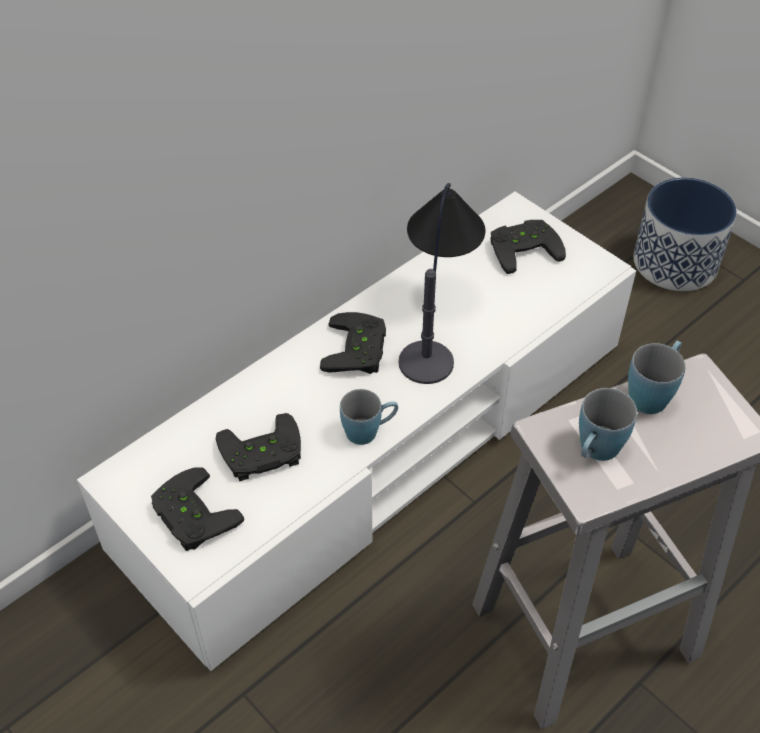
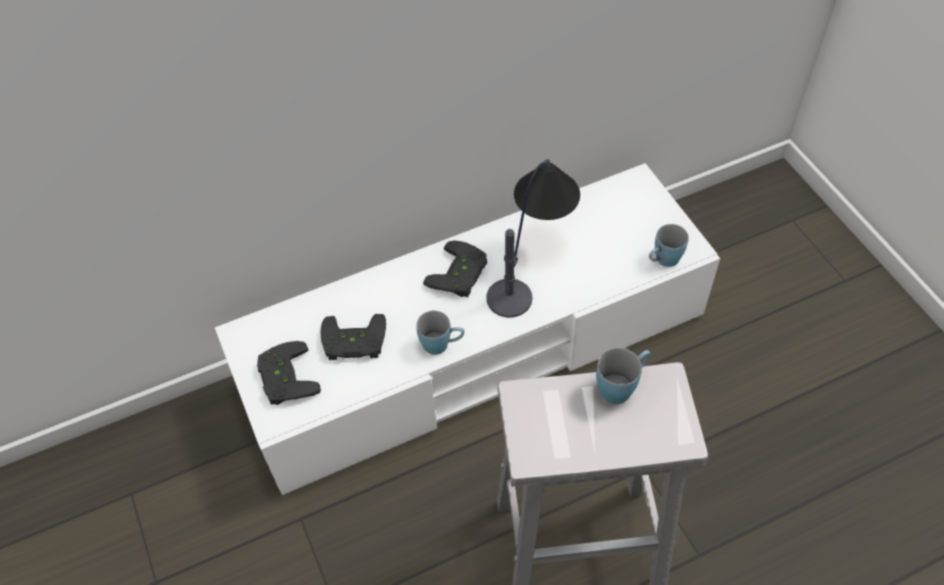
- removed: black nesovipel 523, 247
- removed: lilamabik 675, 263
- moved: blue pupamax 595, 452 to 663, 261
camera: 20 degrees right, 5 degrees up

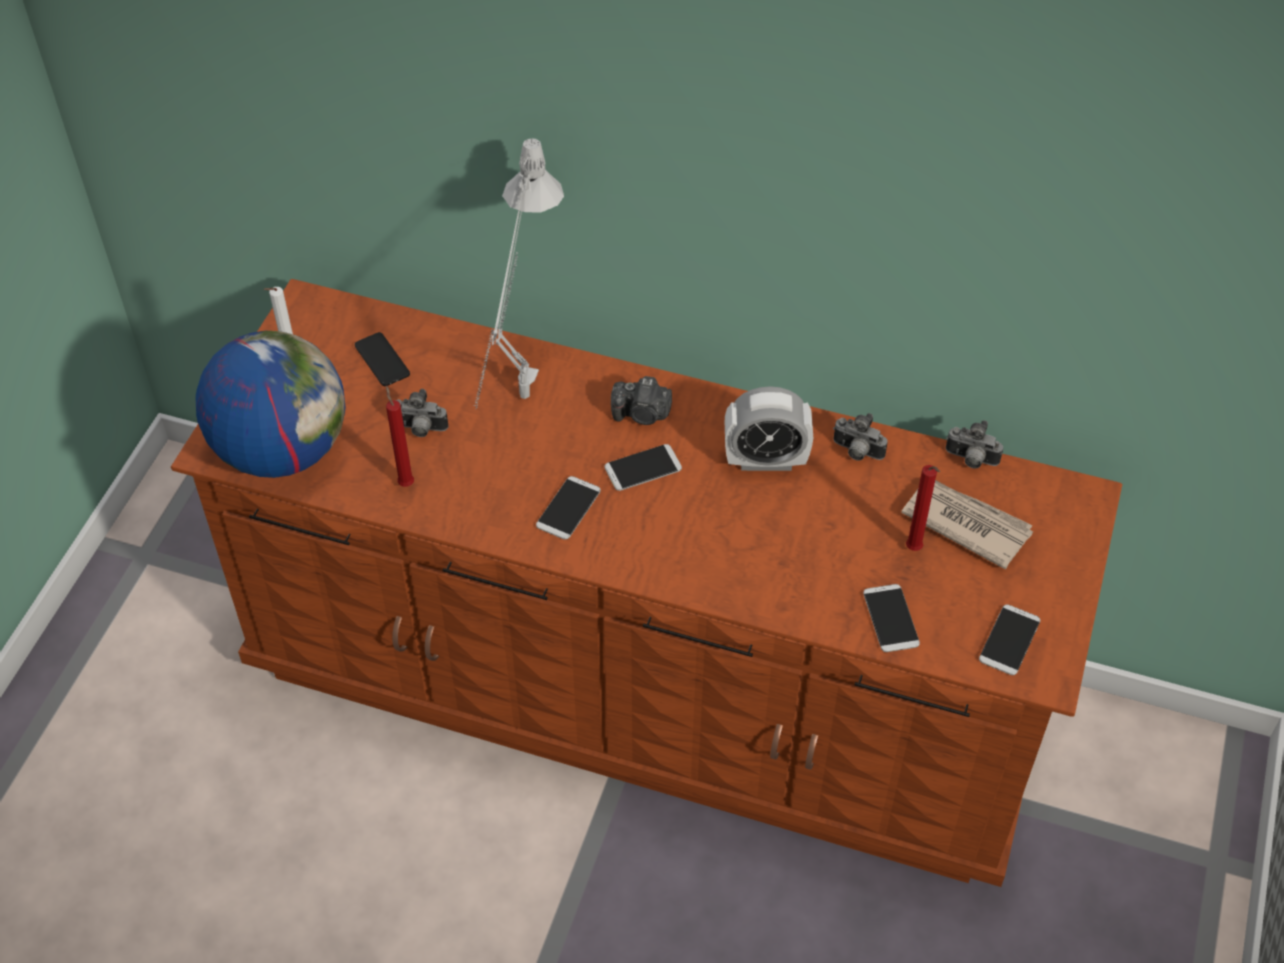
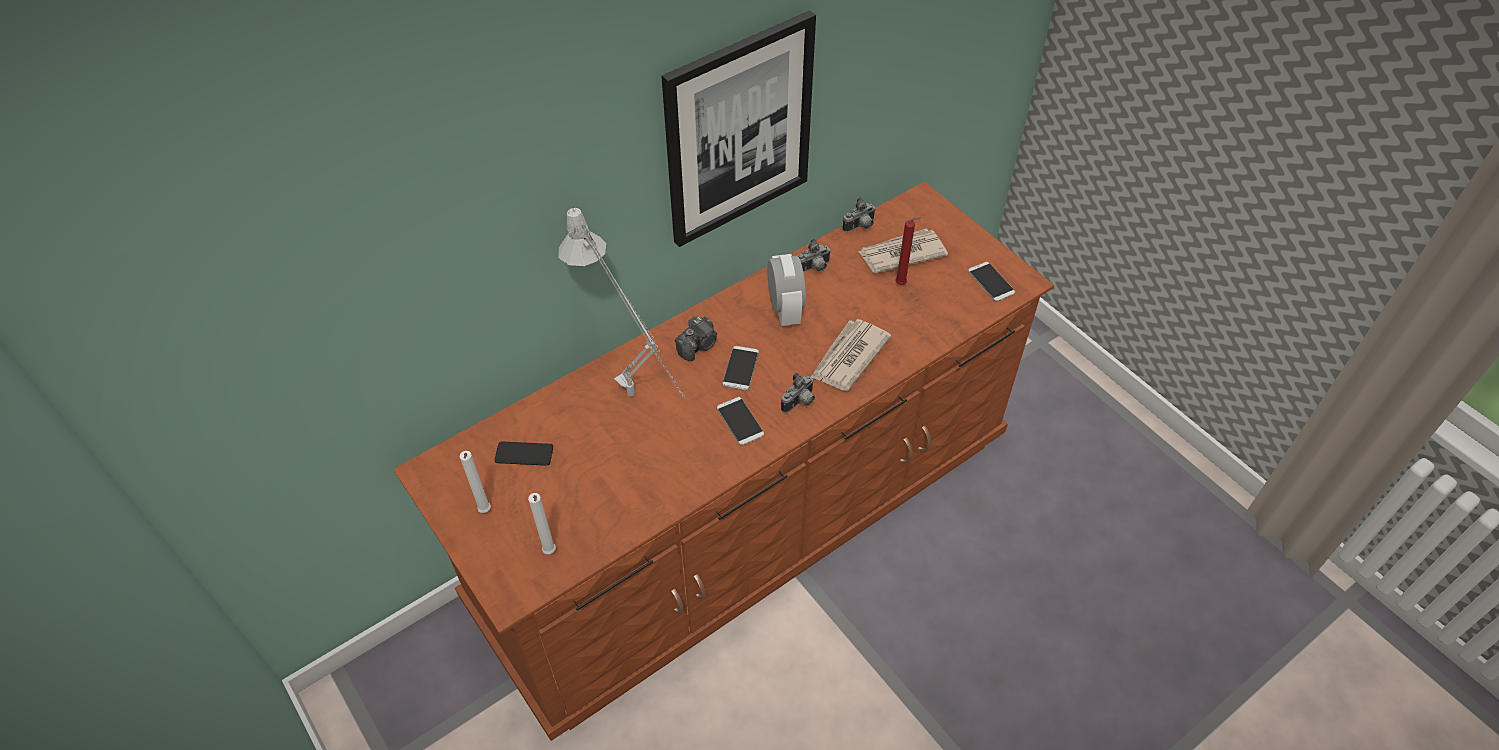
- removed: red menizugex 405, 482
- removed: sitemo 890, 618
- added: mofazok 738, 131
- added: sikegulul 848, 357
- moved: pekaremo 420, 429 to 800, 402
- replaced: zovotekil 282, 450 to white menizugex 550, 553
- turned: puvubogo 765, 460 = 785, 310 45 degrees counterclockwise
camera: 55 degrees left, 0 degrees up

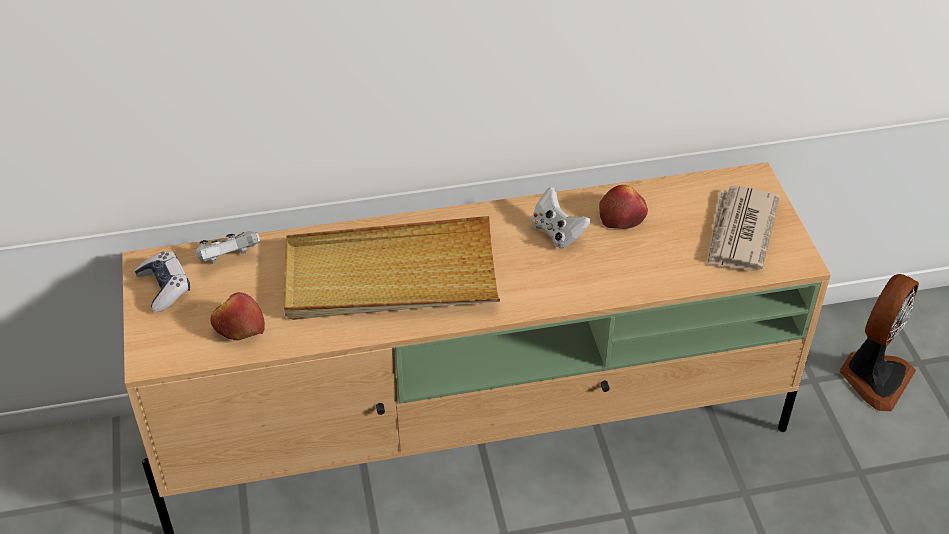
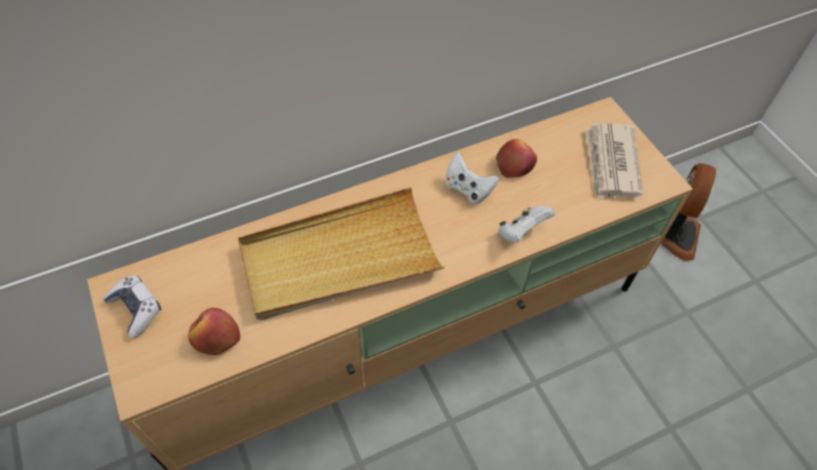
- moved: white nesovipel 229, 259 to 521, 232
camera: 15 degrees left, 10 degrees up

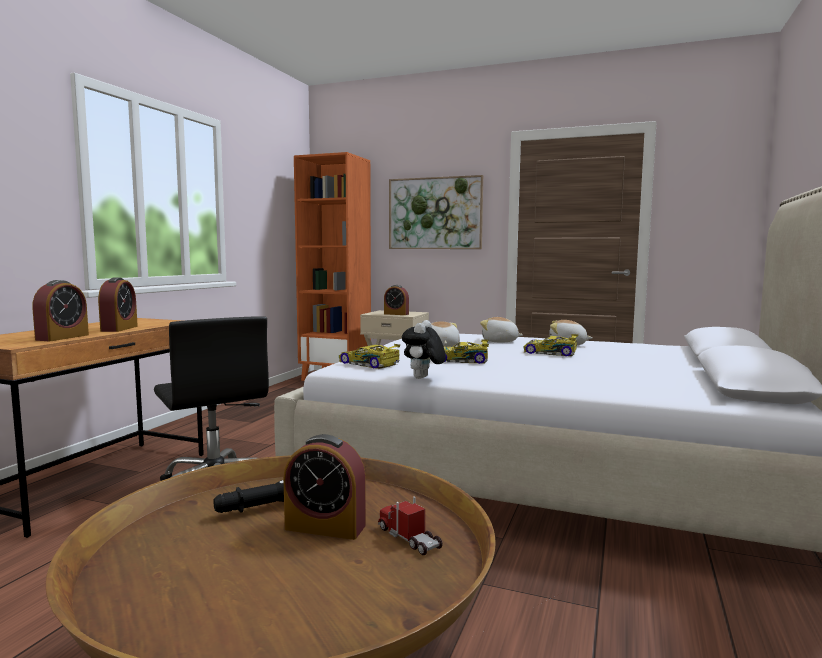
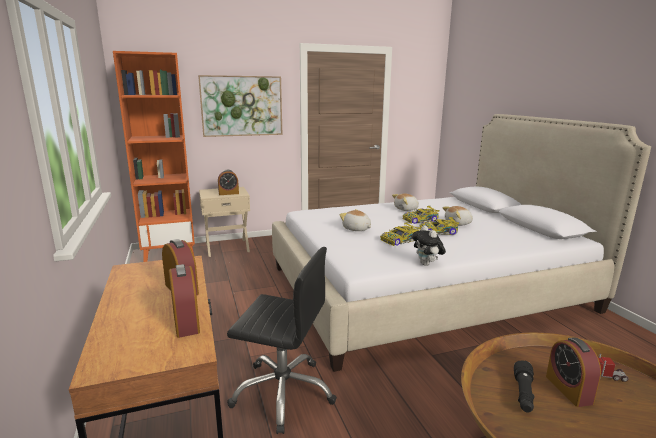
- moved: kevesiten 370, 364 to 438, 232
- moved: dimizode 500, 341 to 458, 223
- turned: puvubogo 325, 527 = 568, 389 105 degrees clockwise
camera: 40 degrees left, 10 degrees up

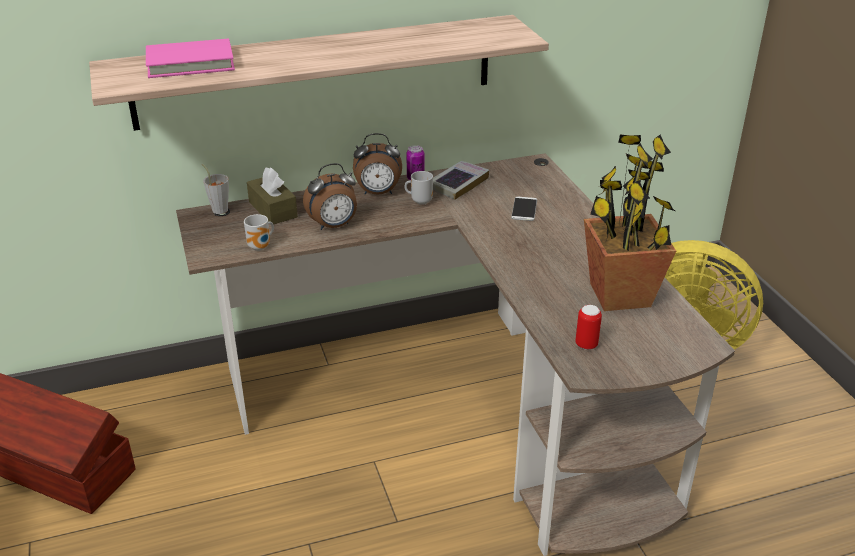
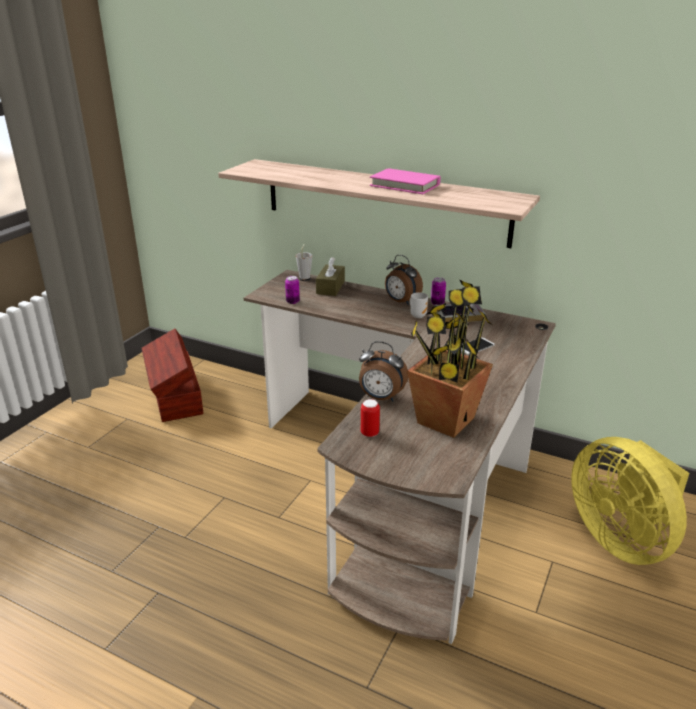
- moved: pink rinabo 190, 63 to 405, 185
- moved: puvubogo 333, 226 to 380, 398
- replaced: pupamax 261, 247 to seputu 292, 301
camera: 45 degrees right, 5 degrees down

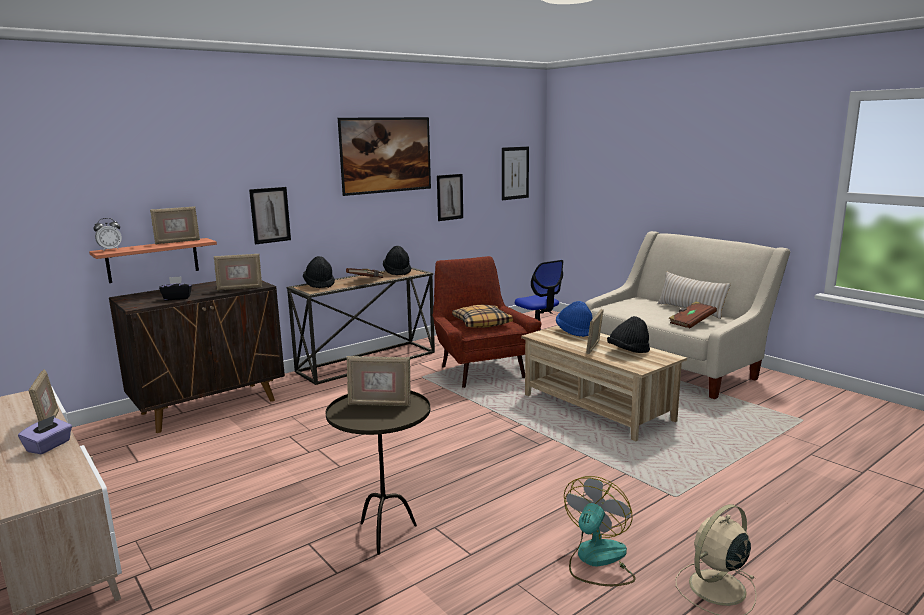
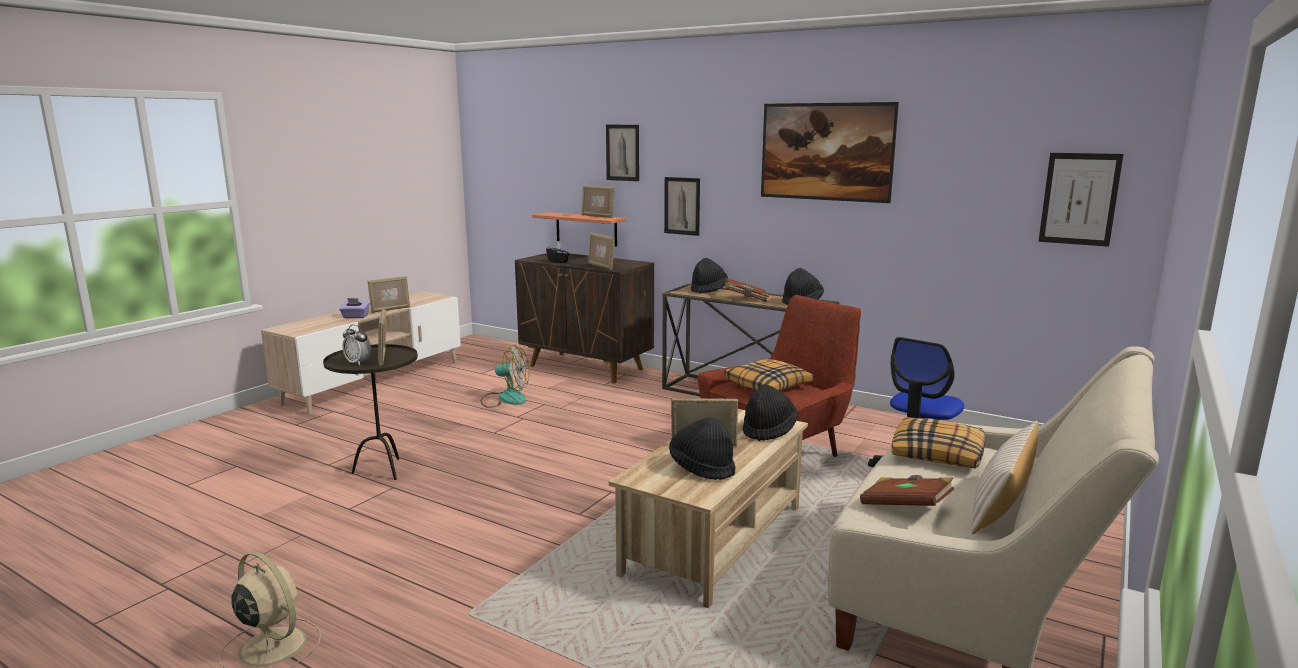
- added: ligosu 938, 454
- moved: puvubogo 110, 249 to 358, 363
- moved: mofazok 449, 197 to 622, 152
- moved: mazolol 597, 560 to 505, 398
- recoloured: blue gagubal 574, 331 to black gagubal 769, 430
camera: 70 degrees right, 0 degrees up

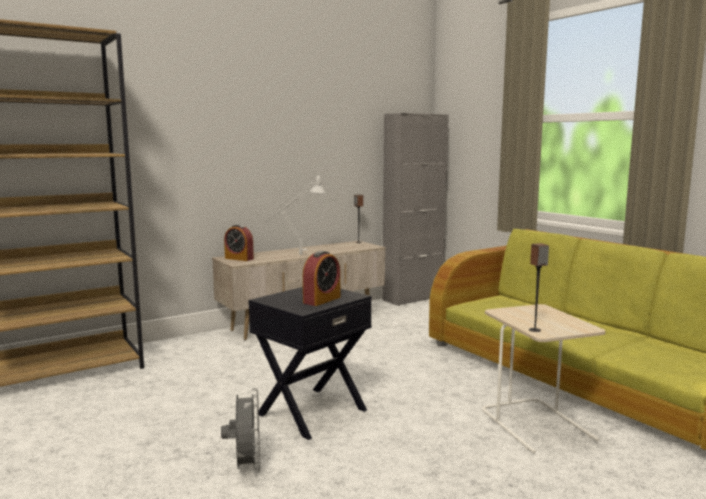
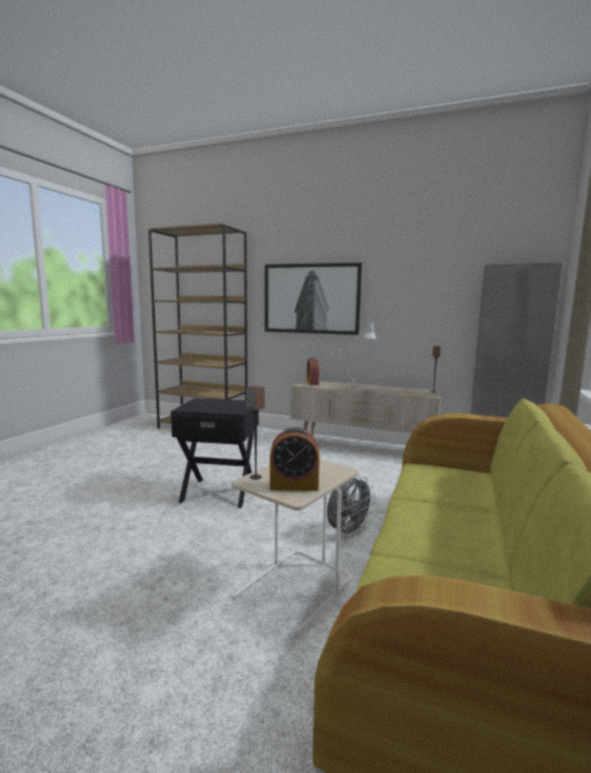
- added: mofazok 311, 298
- moved: grey mazolol 246, 467 to 348, 532
- moved: puvubogo 322, 300 to 294, 486
camera: 55 degrees right, 0 degrees up

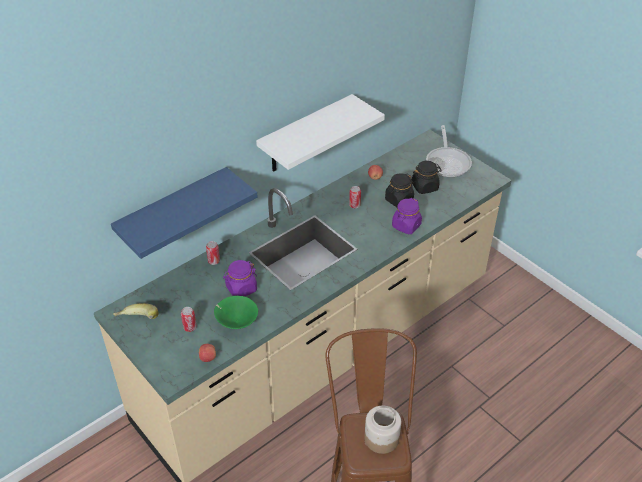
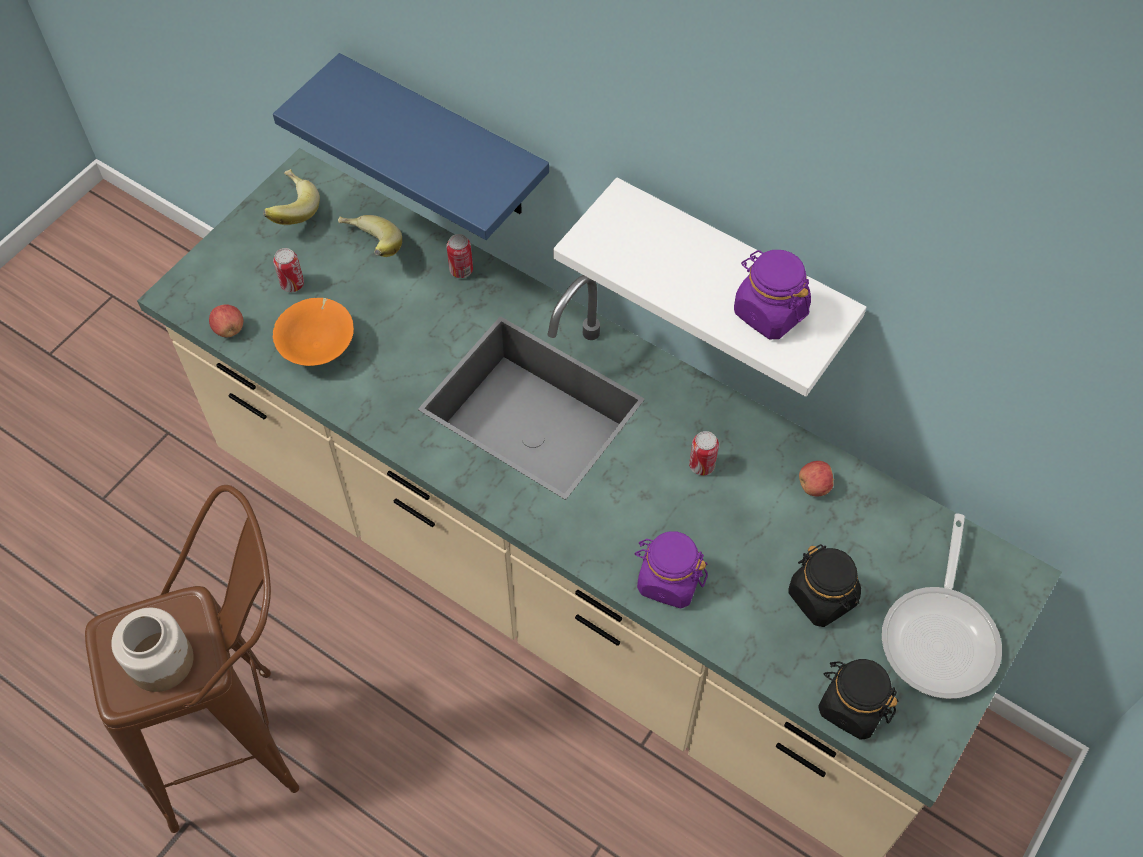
- added: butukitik 369, 249
- moved: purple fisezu 241, 289 to 769, 312
- moved: black fisezu 399, 200 to 852, 706
- recoloured: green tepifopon 236, 322 to orange tepifopon 319, 346
- turned: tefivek 448, 162 = 941, 635 60 degrees counterclockwise
camera: 75 degrees right, 15 degrees up

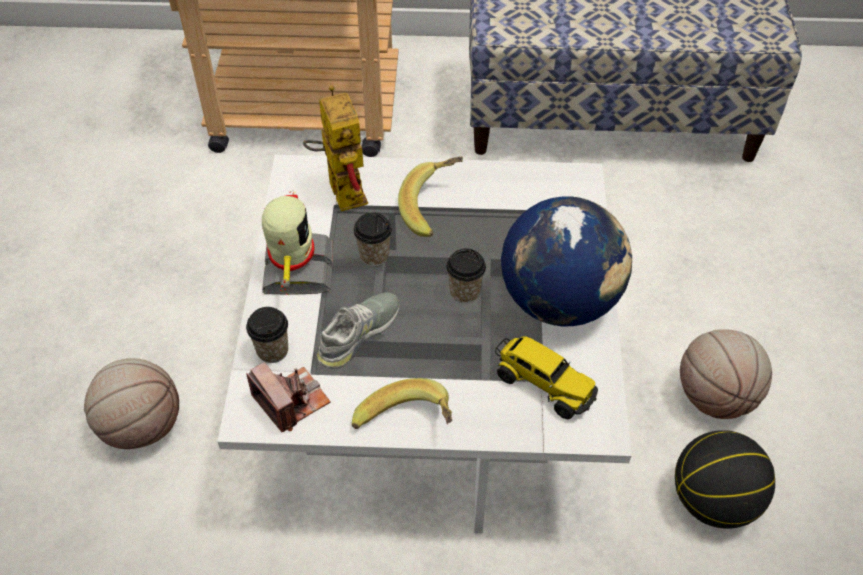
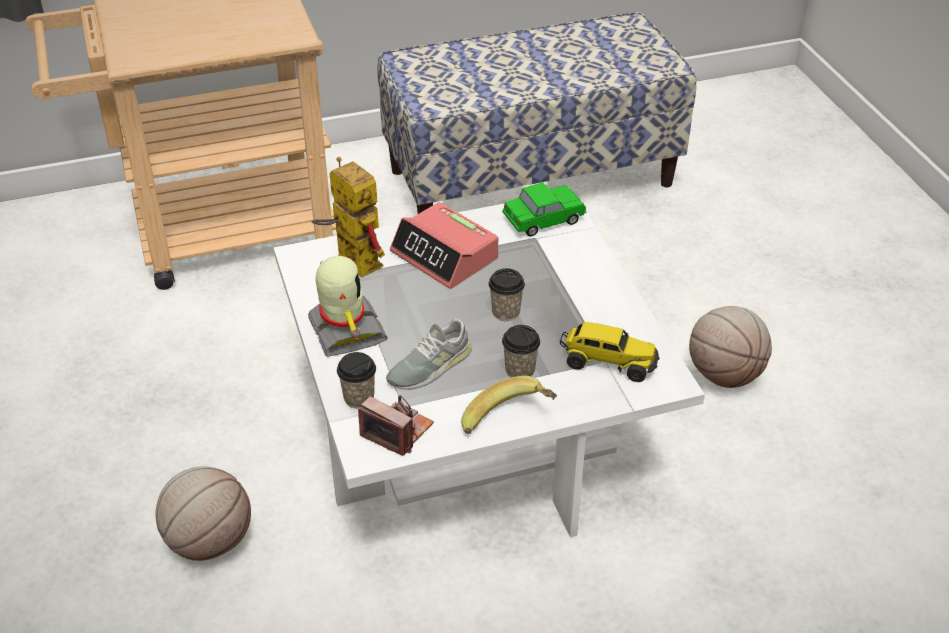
- removed: zovotekil 560, 301
- removed: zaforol 714, 501
- added: kevesiten 544, 220
- moved: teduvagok 374, 256 to 520, 370
- replaced: butukitik 434, 208 to puvubogo 445, 256
- turned: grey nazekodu 359, 334 = 430, 366 150 degrees counterclockwise
camera: 20 degrees left, 10 degrees down

